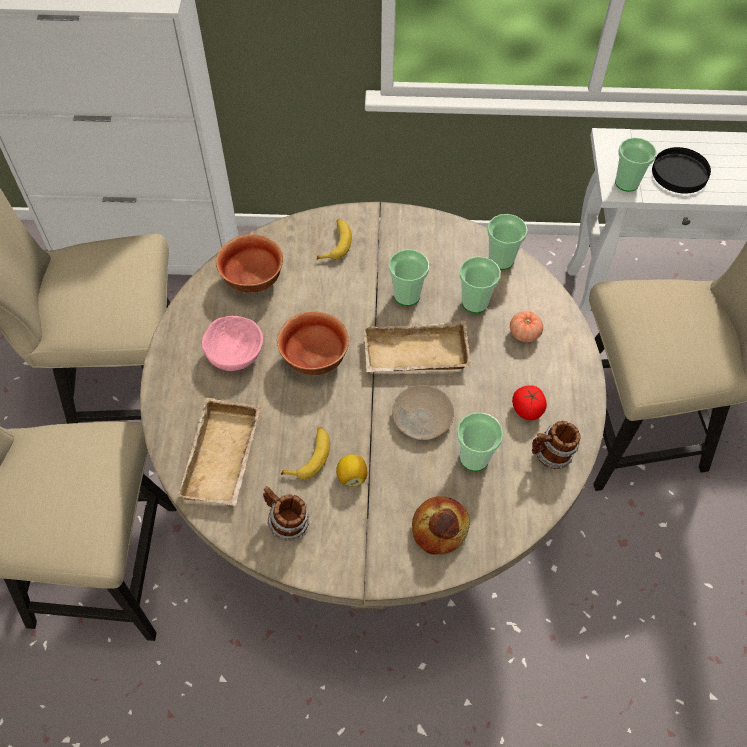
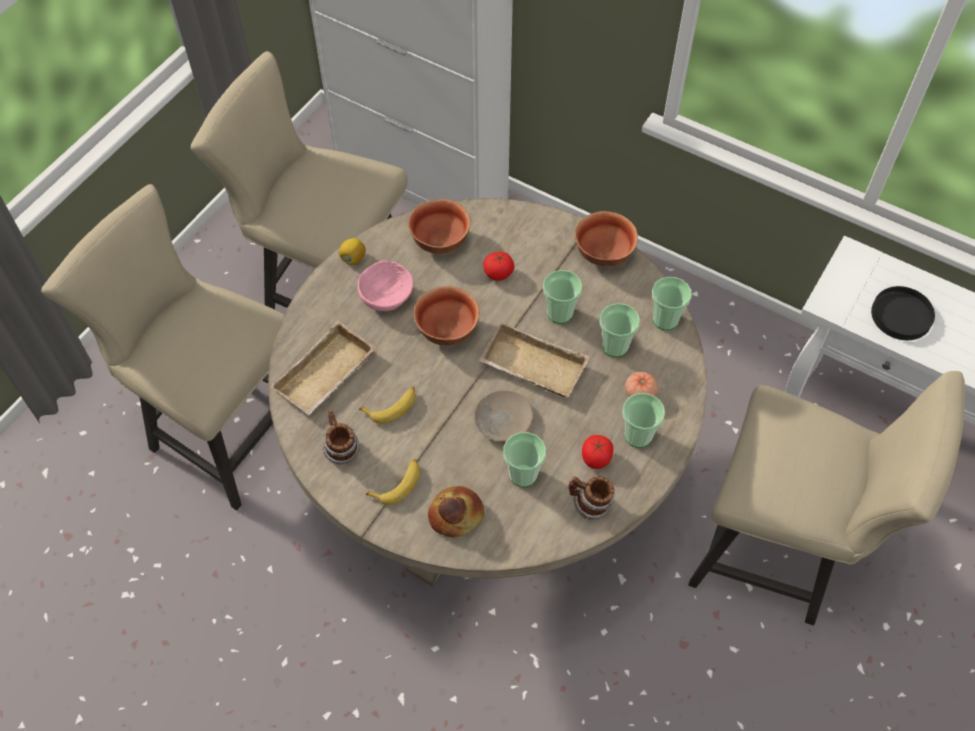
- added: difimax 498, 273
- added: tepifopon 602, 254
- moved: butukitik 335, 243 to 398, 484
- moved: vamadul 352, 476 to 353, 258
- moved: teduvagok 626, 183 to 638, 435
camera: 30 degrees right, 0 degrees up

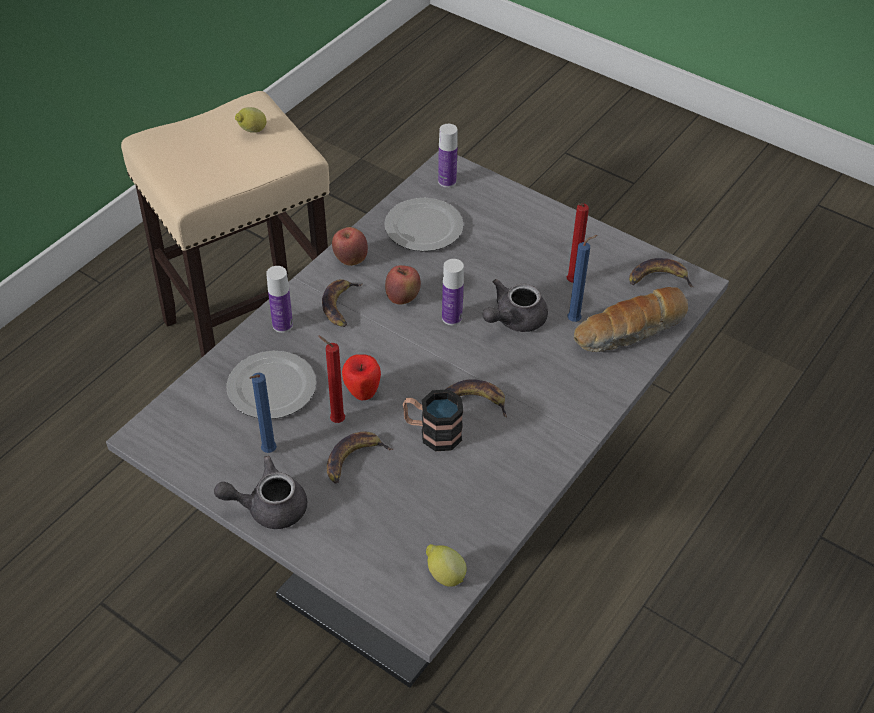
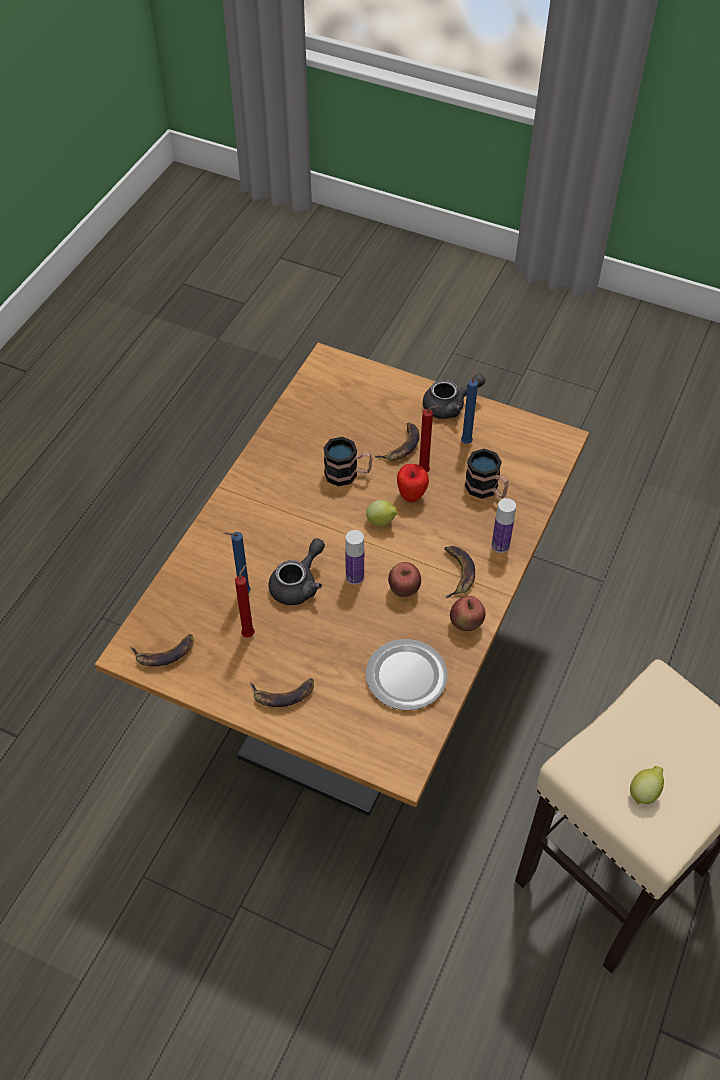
- removed: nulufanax 447, 181
- removed: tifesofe 630, 331
- moved: vamadul 444, 575 to 382, 522
- moved: butukitik 472, 402 to 283, 694
- replaced: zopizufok 270, 387 to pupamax 486, 490
- recoloured: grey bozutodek 433, 534 to brown bozutodek 359, 679
camera: 170 degrees right, 5 degrees up

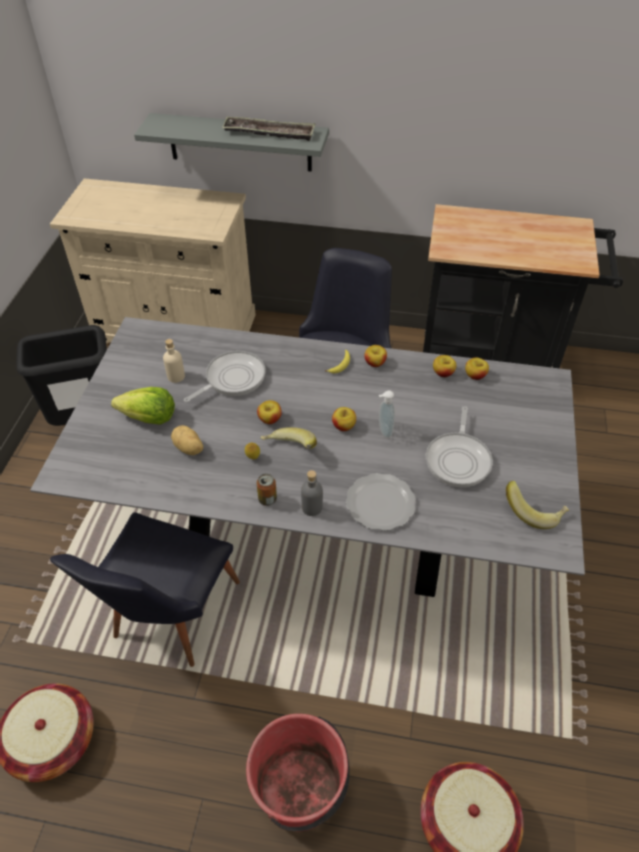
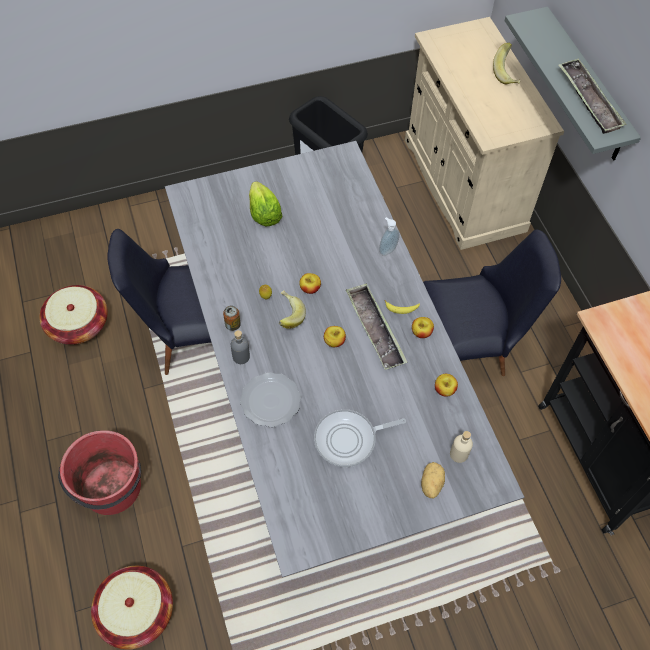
- removed: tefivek 232, 379
- removed: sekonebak 475, 376
- added: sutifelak 375, 329
- moved: beige nulufanax 176, 376 to 458, 454
- moved: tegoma 188, 448 to 430, 484
- moved: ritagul 383, 431 to 387, 250
- moved: butukitik 533, 512 to 507, 74
camera: 60 degrees right, 10 degrees up

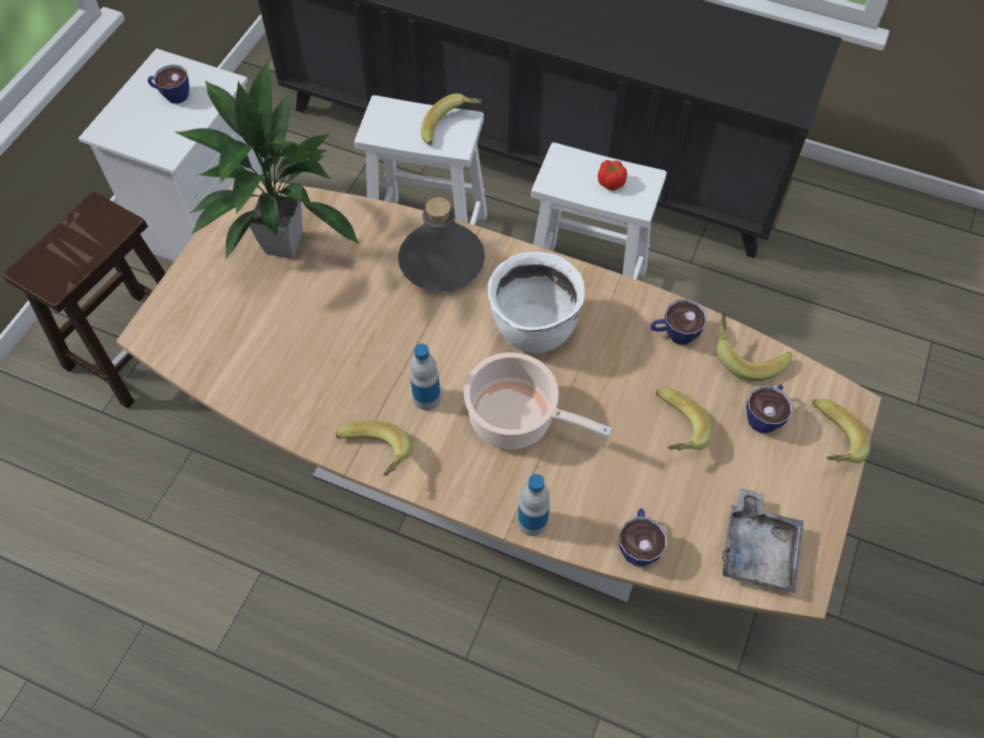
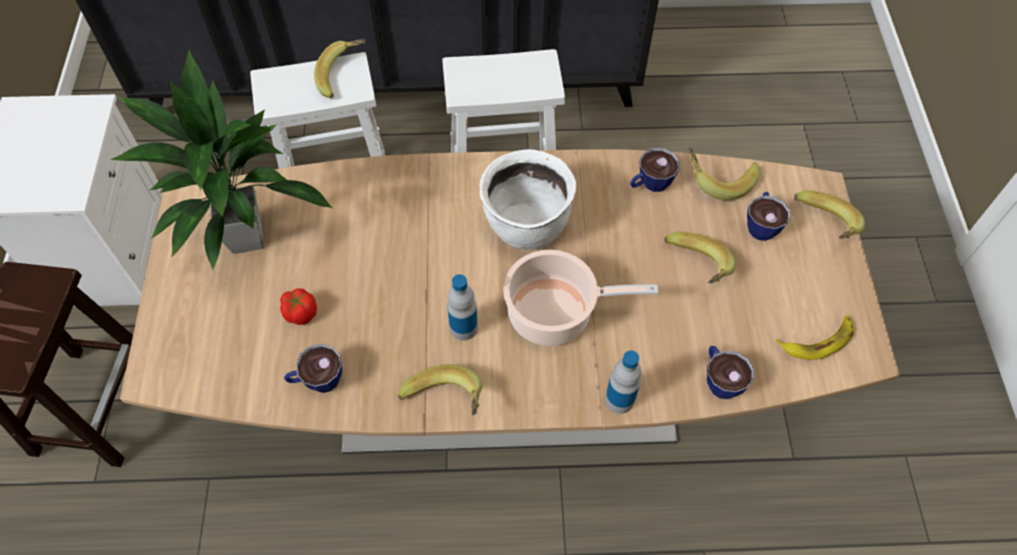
- removed: grey nulufanax 442, 262
- moved: teduvagok 172, 95 to 317, 381
- moved: difimax 610, 182 to 300, 313
- replaced: grey sutifelak 758, 549 to butukitik 817, 340
camera: 25 degrees left, 0 degrees up

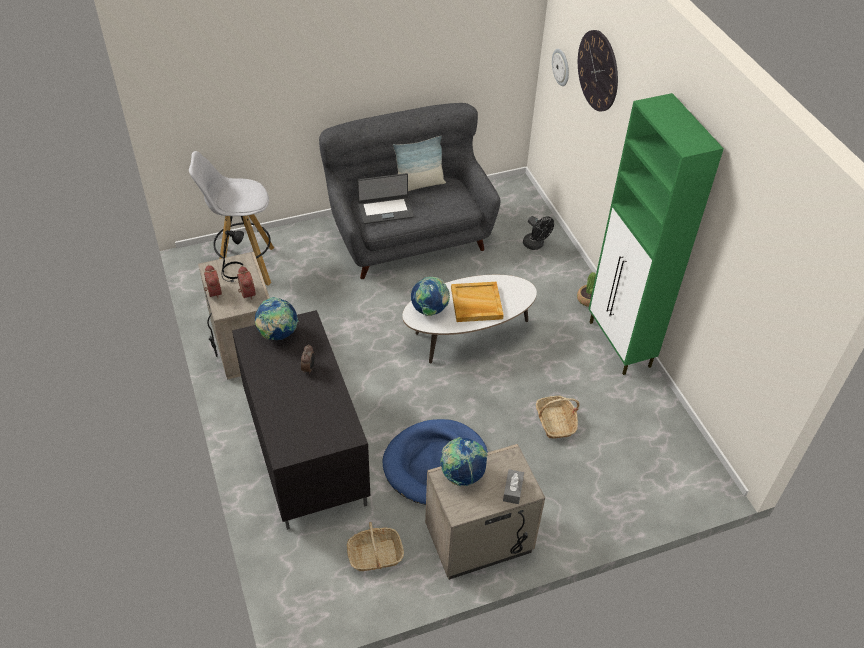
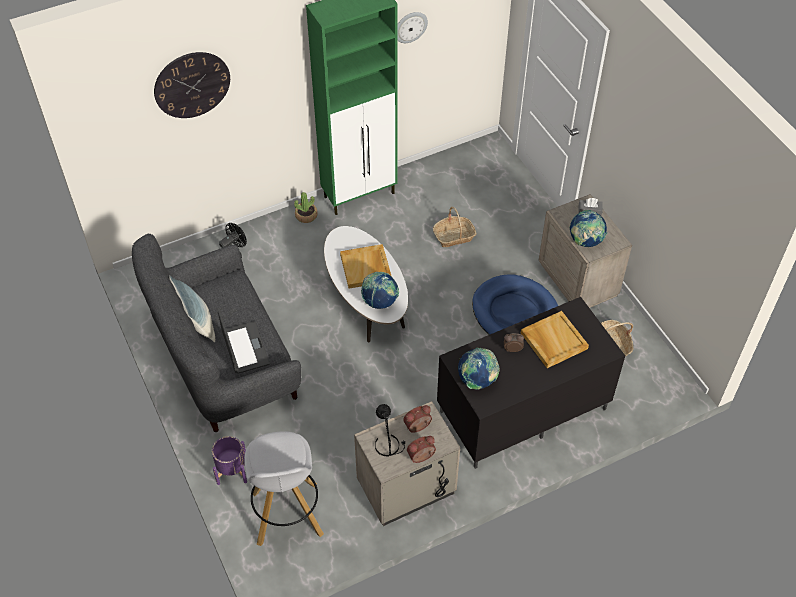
- added: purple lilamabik 232, 471
- added: beige sutifelak 553, 340
- moved: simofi 561, 67 to 410, 27
camera: 95 degrees left, 5 degrees up

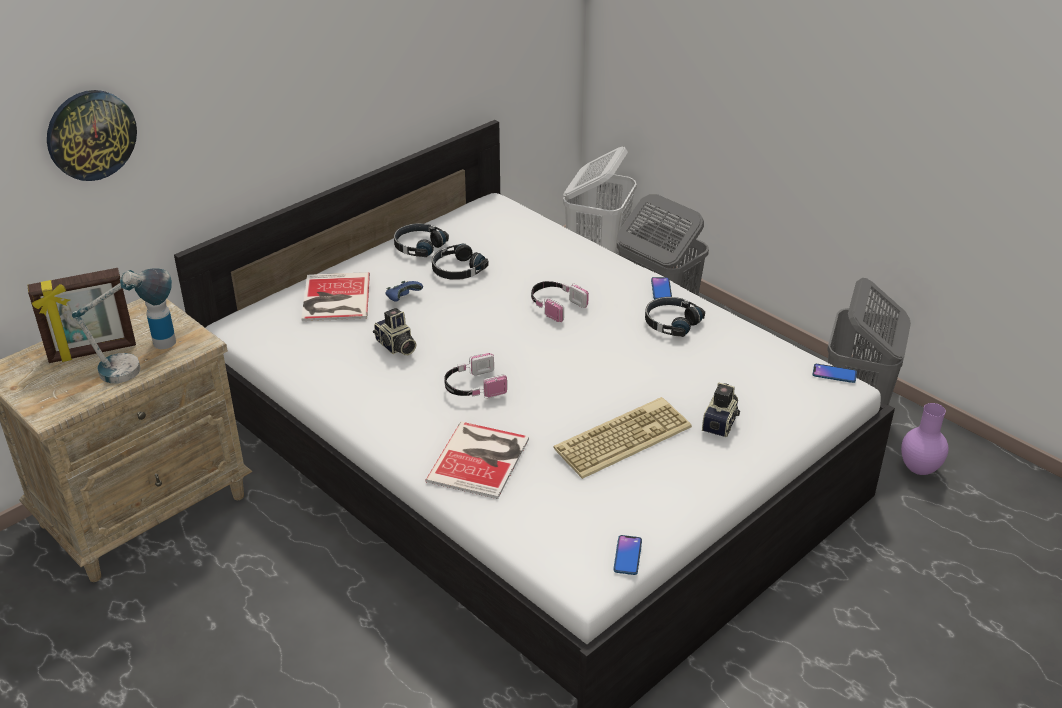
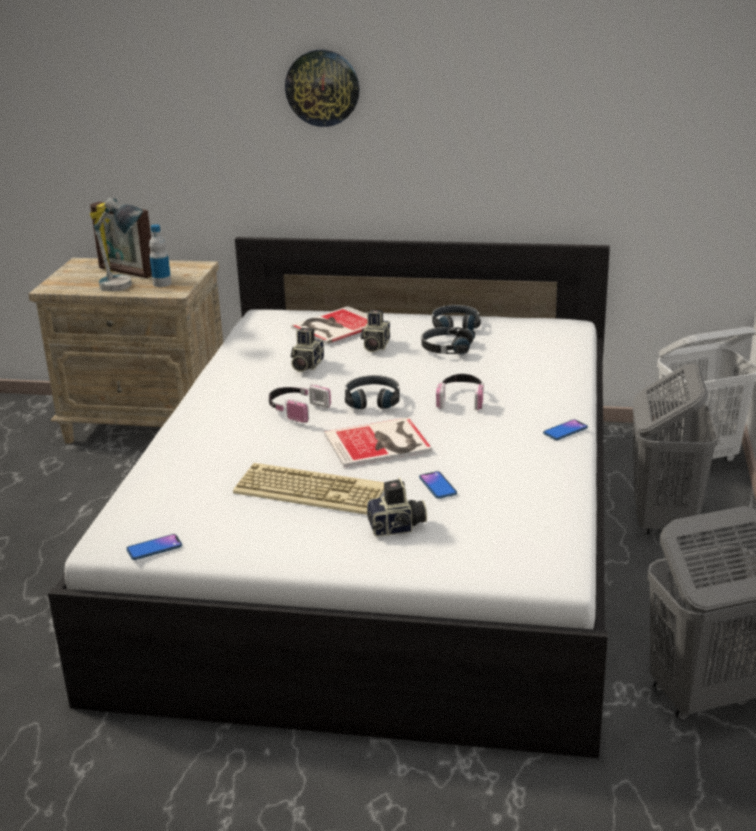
- removed: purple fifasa 920, 469
- moved: simofi 91, 134 to 322, 88
- moved: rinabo 481, 458 to 380, 443
- moved: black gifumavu 671, 322 to 372, 400
- moved: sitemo 834, 374 to 437, 486
- replaced: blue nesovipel 403, 298 to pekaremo 375, 346
camera: 55 degrees right, 10 degrees down

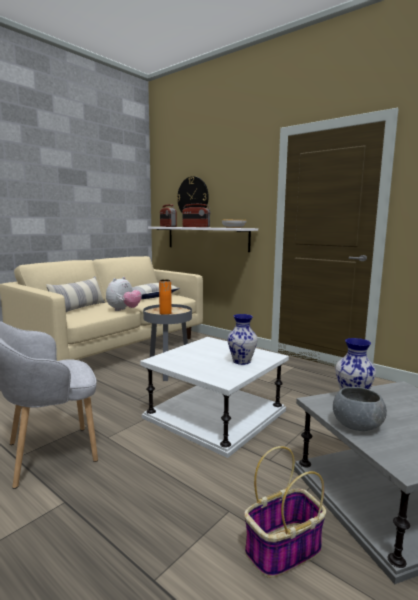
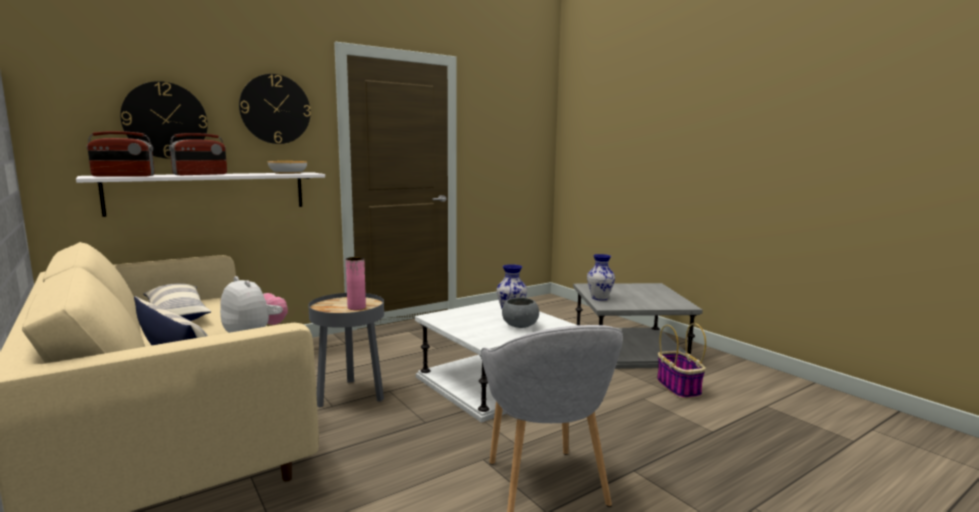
- added: simofi 275, 109
- moved: grey tepifopon 357, 425 to 520, 325
- recoloured: orange fifasa 165, 313 to pink fifasa 356, 307
camera: 75 degrees left, 0 degrees up

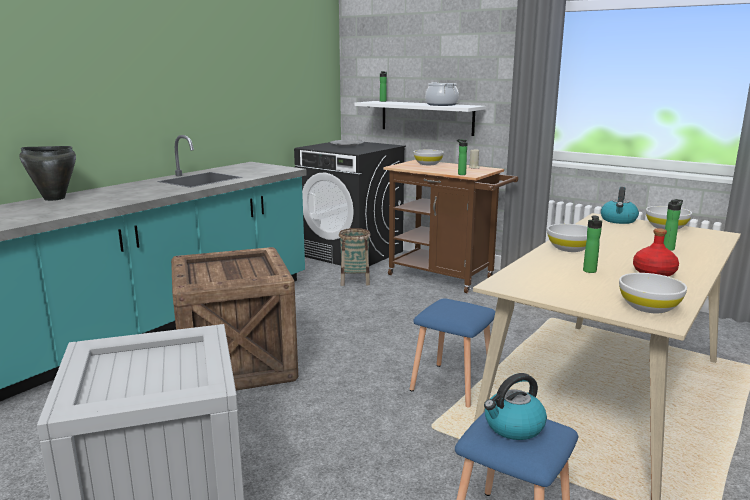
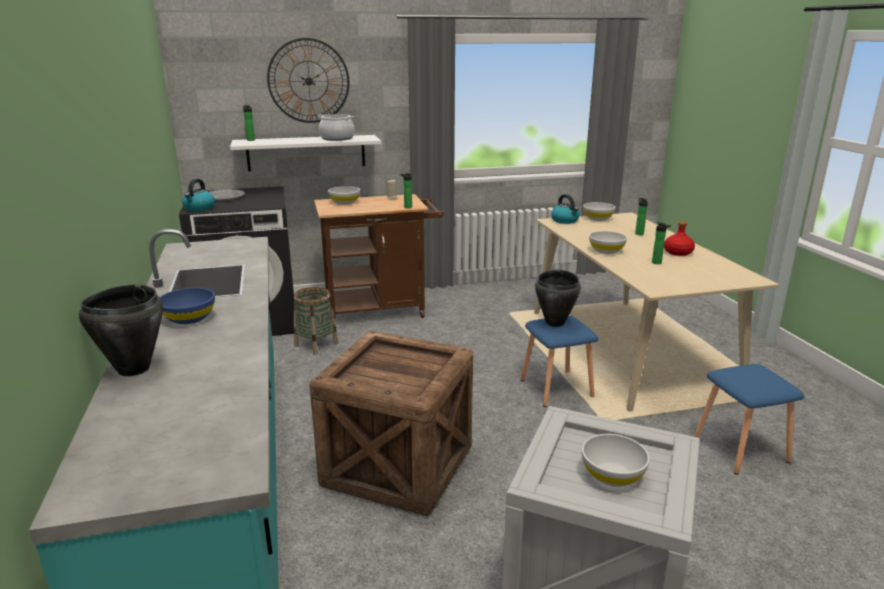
- added: blue tepifopon 189, 318
- added: simofi 308, 81
- added: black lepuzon 555, 323
- moved: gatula 513, 427 to 199, 208
- moved: white tepifopon 649, 307 to 612, 475
camera: 50 degrees left, 5 degrees up

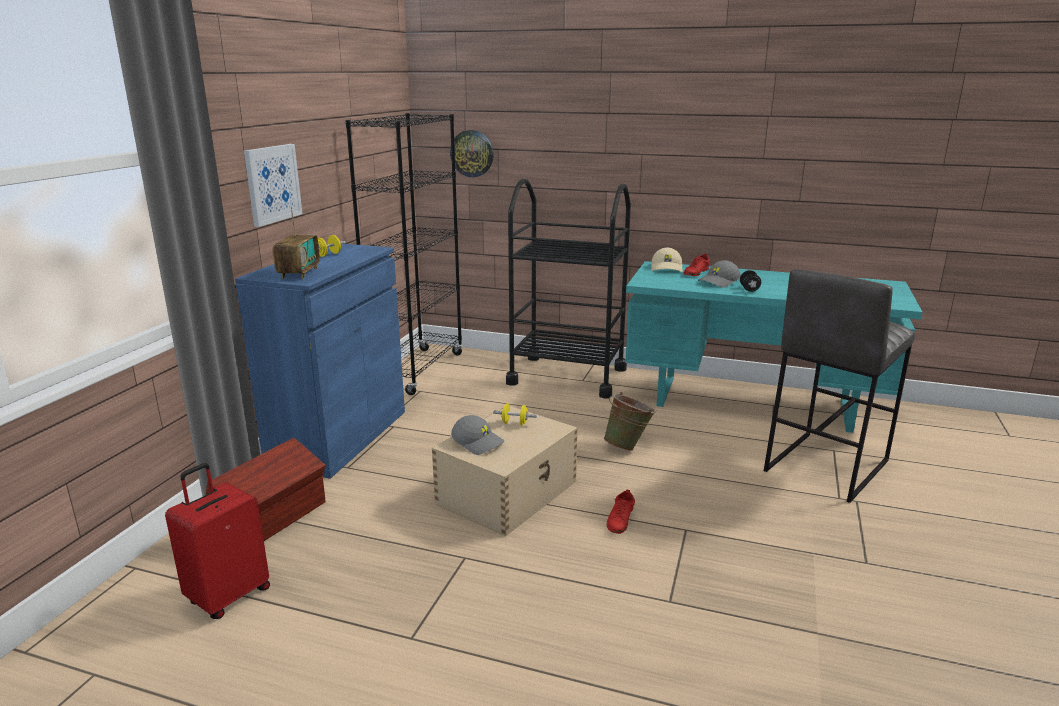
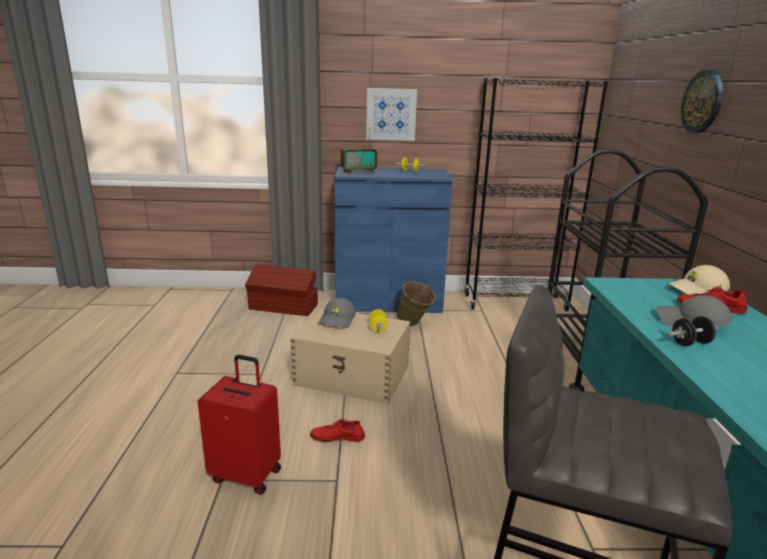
- moved: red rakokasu 228, 596 to 247, 474
- moved: simofi 472, 153 to 702, 102
- moved: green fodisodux 628, 446 to 414, 324
camera: 70 degrees right, 0 degrees up

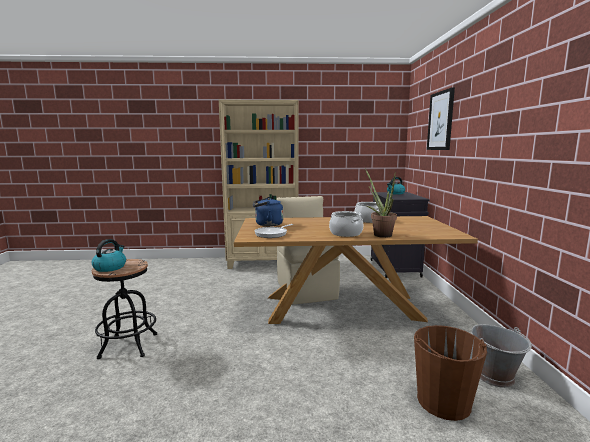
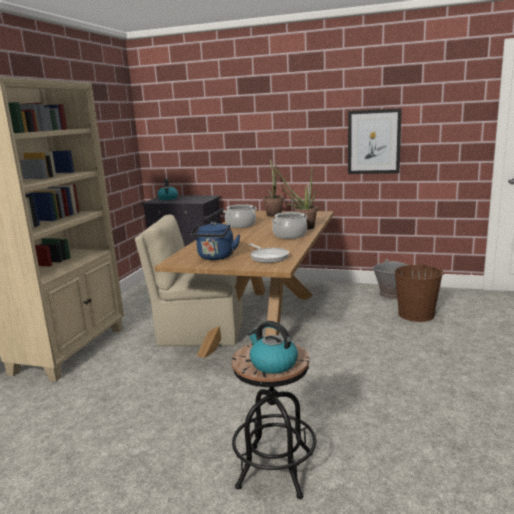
- added: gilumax 273, 214
- moved: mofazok 441, 121 to 374, 142
camera: 70 degrees left, 5 degrees up

